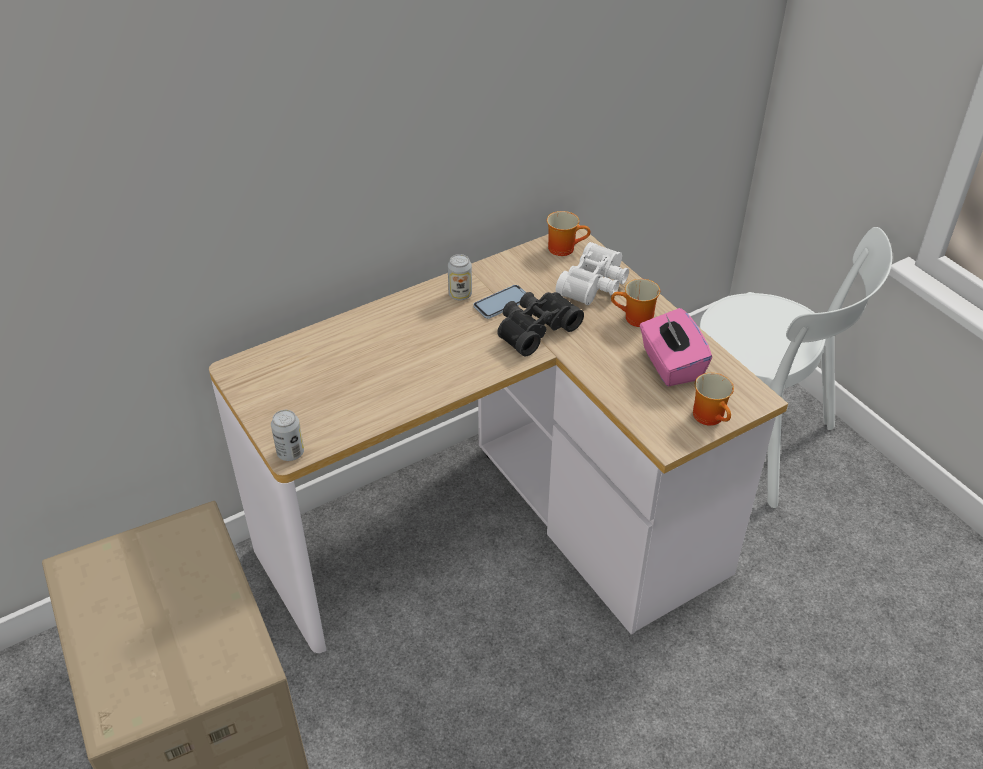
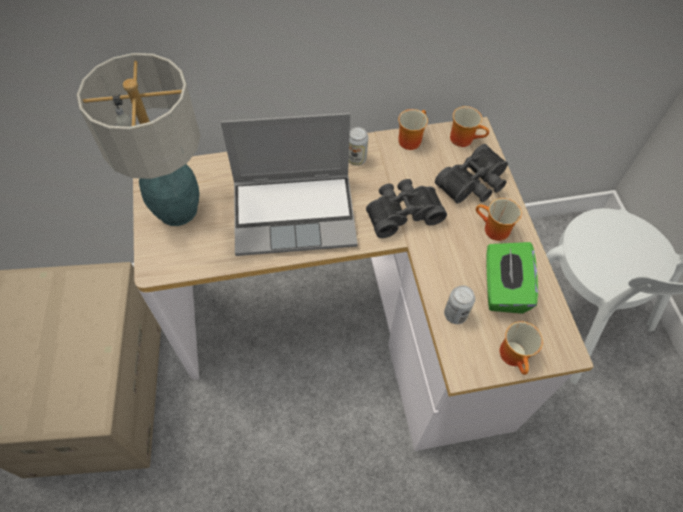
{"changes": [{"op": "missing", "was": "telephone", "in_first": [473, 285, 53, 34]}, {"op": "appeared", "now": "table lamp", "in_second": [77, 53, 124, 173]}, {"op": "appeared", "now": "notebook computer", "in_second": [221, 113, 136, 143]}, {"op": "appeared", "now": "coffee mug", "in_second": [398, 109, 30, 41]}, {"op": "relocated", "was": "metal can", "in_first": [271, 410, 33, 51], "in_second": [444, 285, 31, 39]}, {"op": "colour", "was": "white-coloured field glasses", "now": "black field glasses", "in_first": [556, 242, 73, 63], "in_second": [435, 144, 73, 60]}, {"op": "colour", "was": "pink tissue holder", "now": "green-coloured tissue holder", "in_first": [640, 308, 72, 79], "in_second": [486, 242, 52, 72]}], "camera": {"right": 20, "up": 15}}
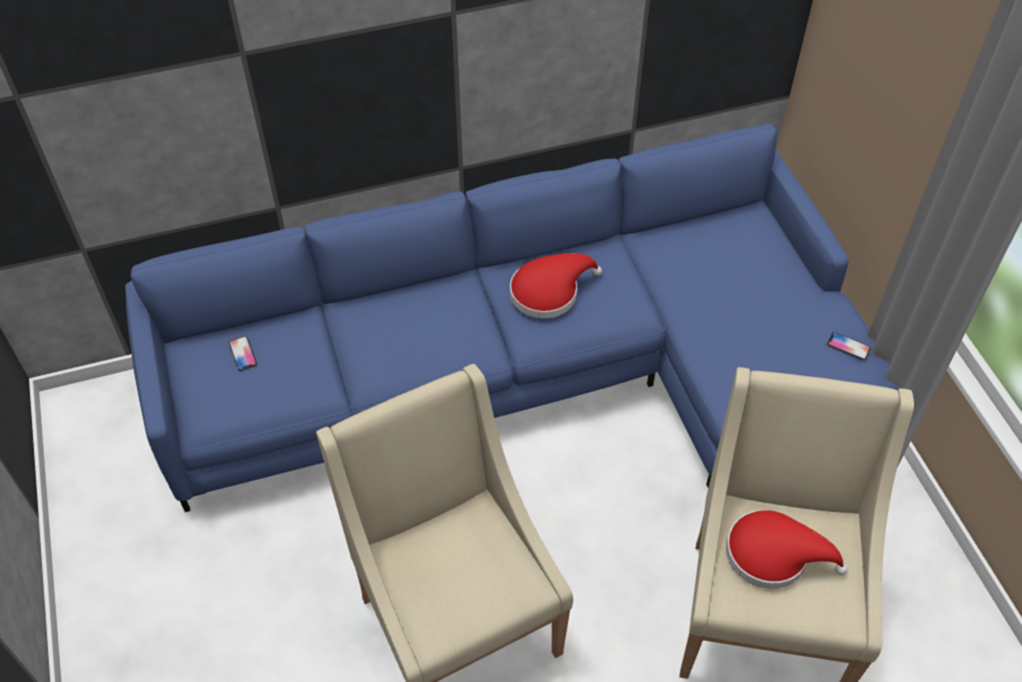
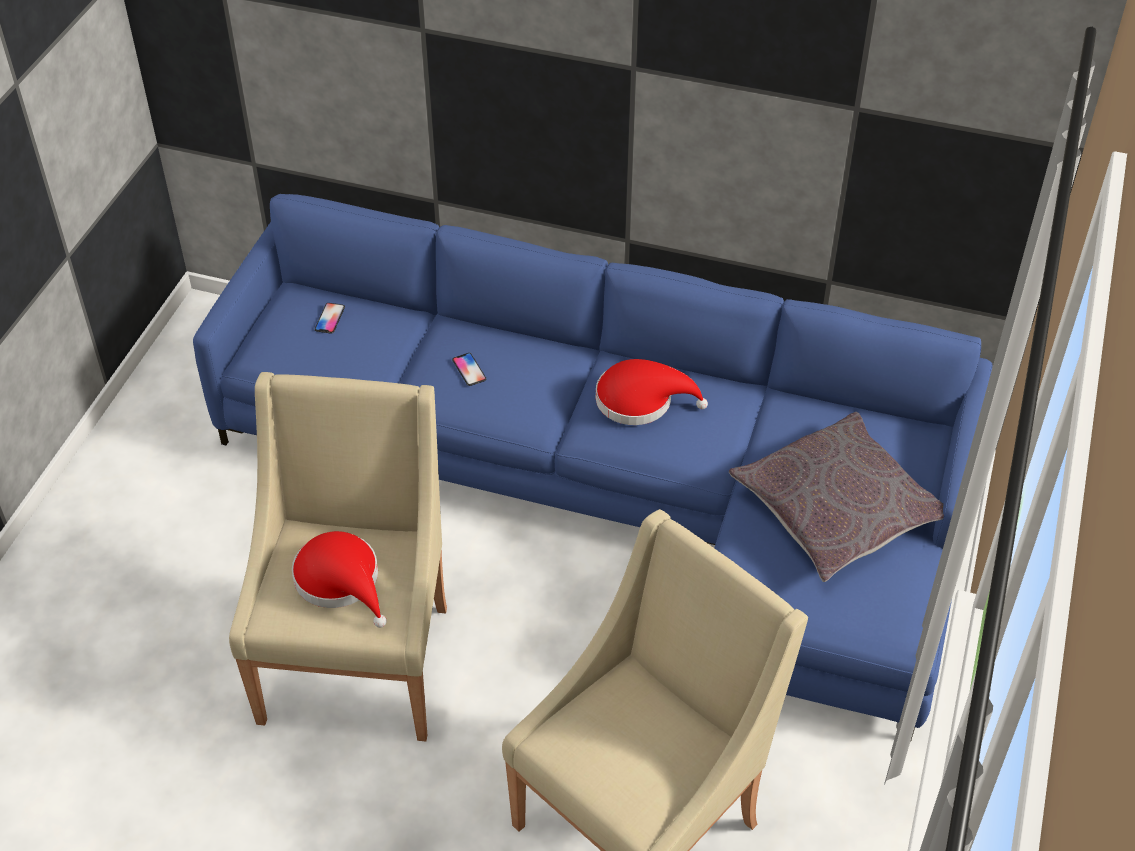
{"changes": [{"op": "appeared", "now": "greyish pillow", "in_second": [729, 412, 215, 170]}, {"op": "relocated", "was": "red clothing hat", "in_first": [726, 510, 122, 79], "in_second": [292, 531, 95, 97]}, {"op": "relocated", "was": "telephone", "in_first": [827, 332, 44, 28], "in_second": [452, 353, 34, 33]}], "camera": {"right": 35, "up": -5}}
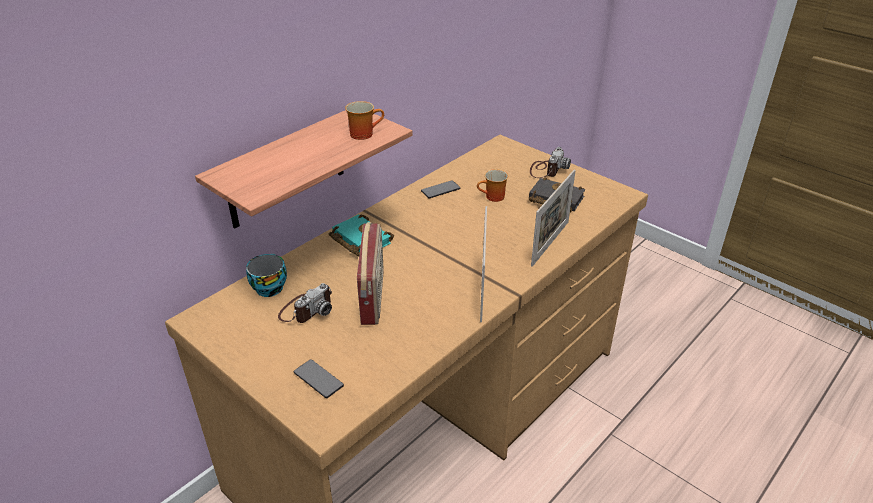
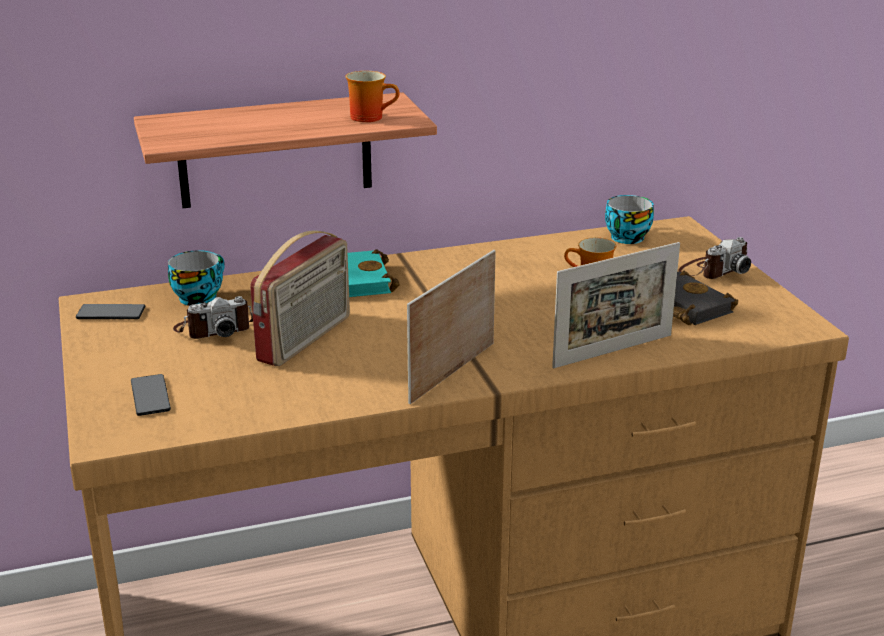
{"changes": [{"op": "appeared", "now": "cup", "in_second": [605, 195, 49, 49]}, {"op": "relocated", "was": "telephone", "in_first": [421, 180, 39, 18], "in_second": [76, 304, 69, 15]}], "camera": {"right": 30, "up": -10}}
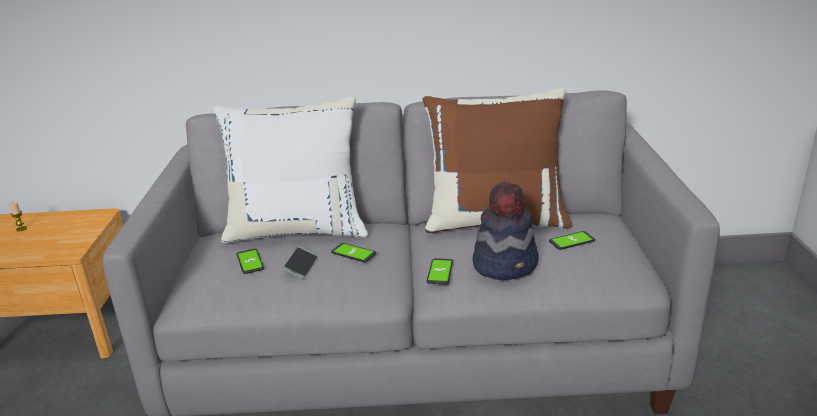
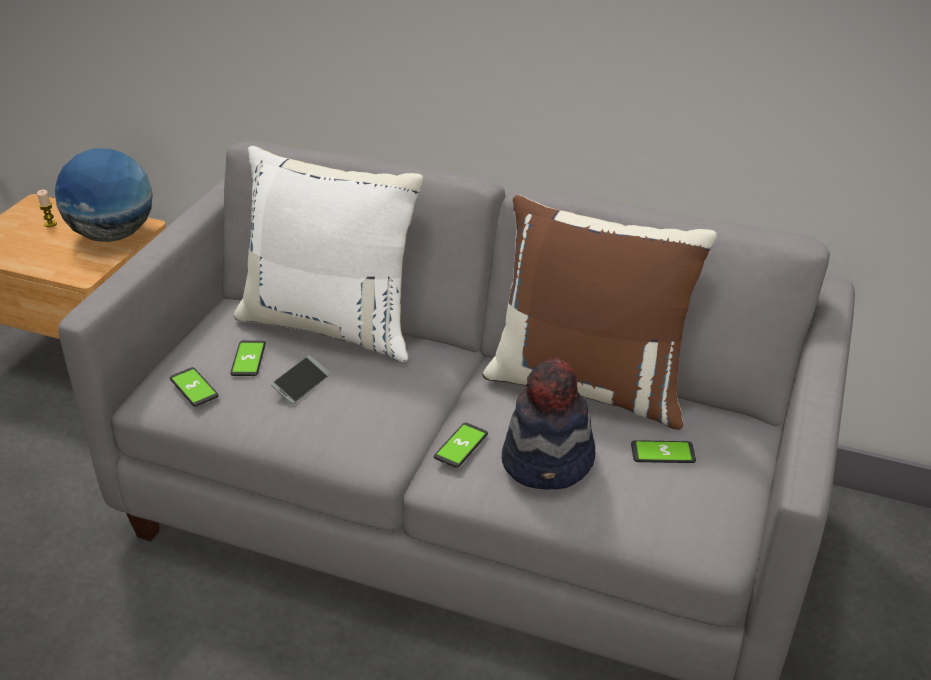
{"changes": [{"op": "appeared", "now": "world globe", "in_second": [55, 148, 97, 94]}, {"op": "relocated", "was": "telephone", "in_first": [331, 243, 45, 19], "in_second": [170, 367, 49, 40]}], "camera": {"right": 20, "up": 10}}
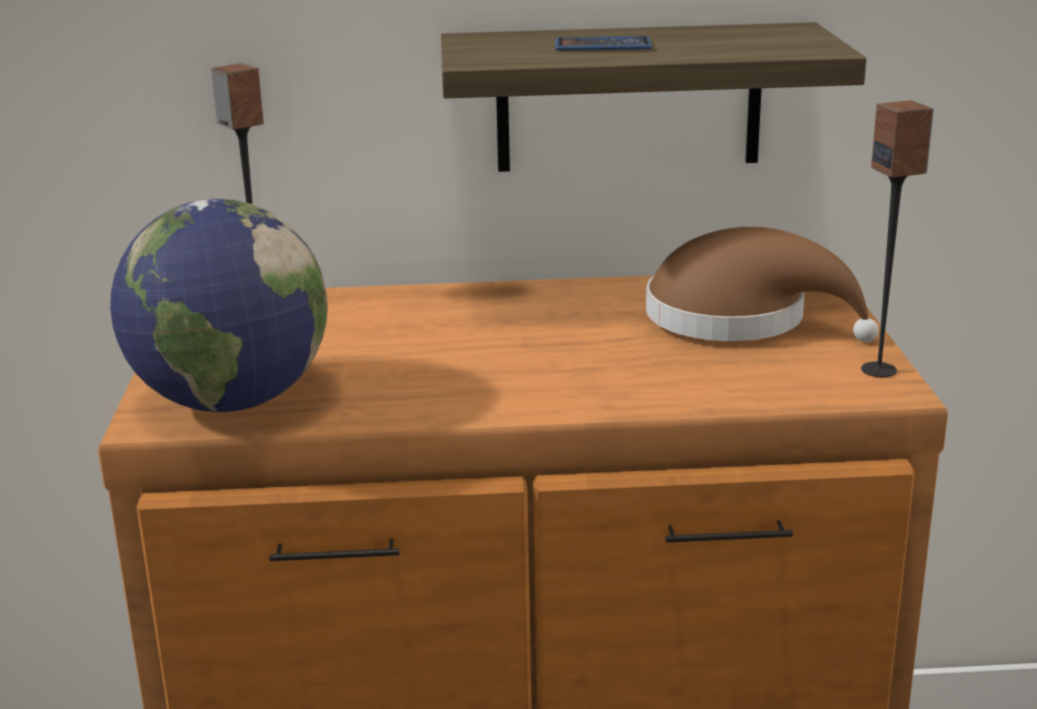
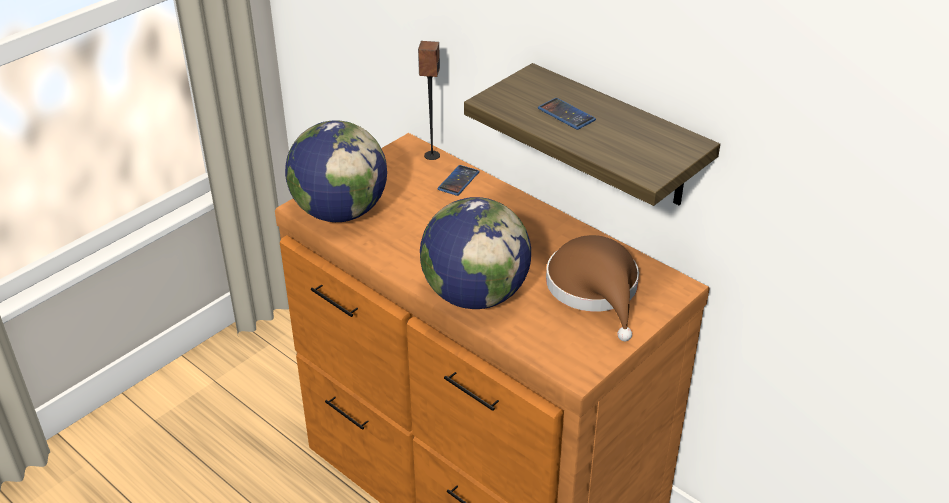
{"changes": [{"op": "missing", "was": "loudspeaker", "in_first": [861, 100, 73, 277]}, {"op": "appeared", "now": "world globe", "in_second": [420, 197, 111, 112]}, {"op": "appeared", "now": "telephone", "in_second": [437, 165, 43, 31]}], "camera": {"right": 45, "up": 15}}
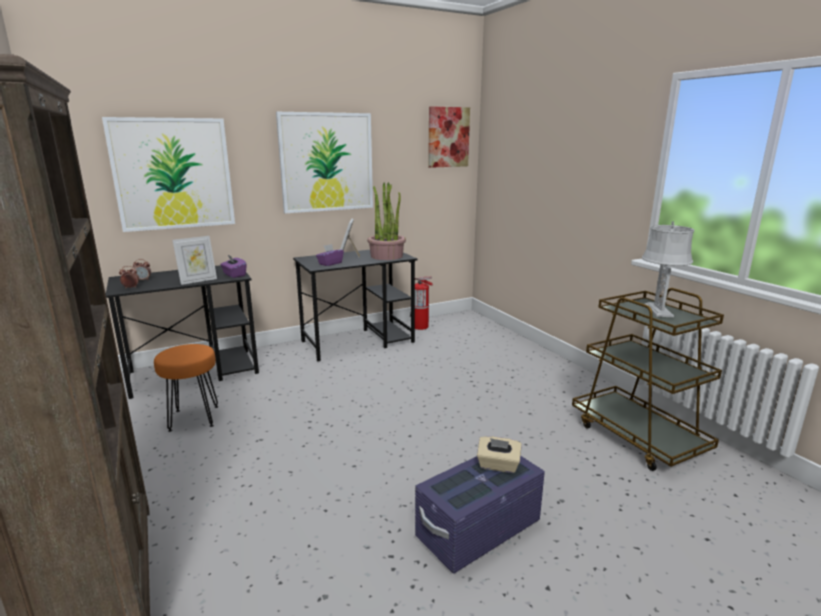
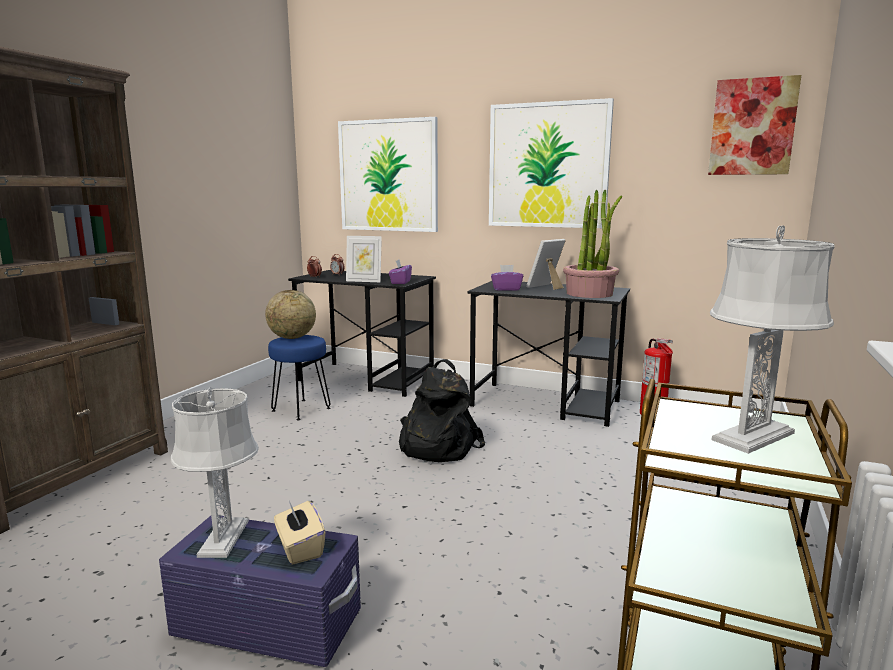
{"changes": [{"op": "appeared", "now": "greyish table lamp", "in_second": [171, 387, 88, 171]}, {"op": "appeared", "now": "world globe", "in_second": [265, 290, 51, 49]}, {"op": "appeared", "now": "black backpack", "in_second": [399, 359, 86, 103]}, {"op": "colour", "was": "orange-coloured sitting stool", "now": "bluish sitting stool", "in_first": [154, 344, 64, 88], "in_second": [268, 335, 62, 86]}], "camera": {"right": 50, "up": -5}}
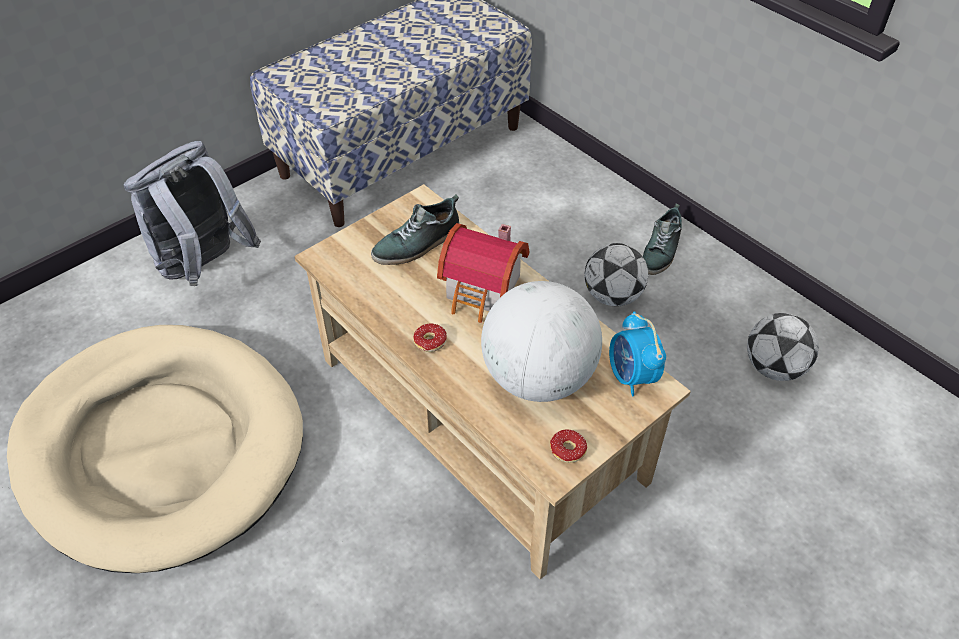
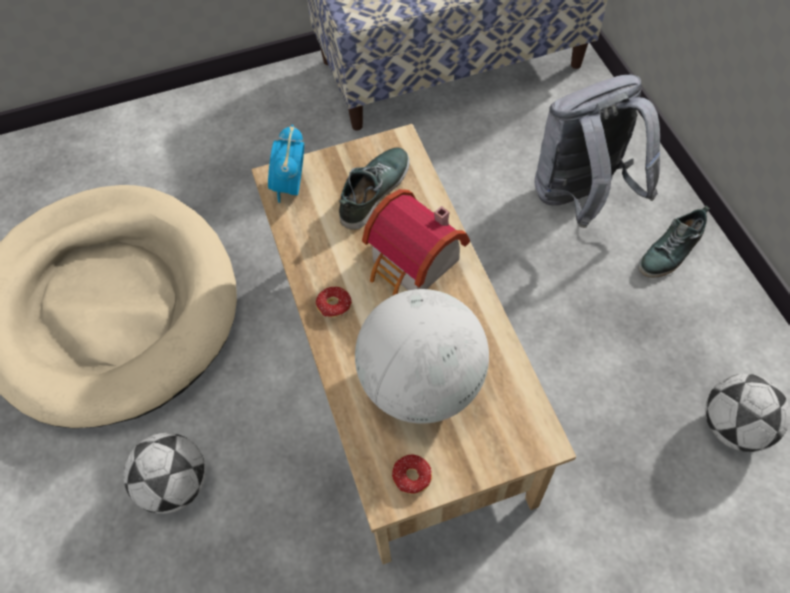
{"changes": [{"op": "relocated", "was": "greyish backpack", "in_first": [124, 141, 137, 145], "in_second": [534, 75, 126, 153]}, {"op": "relocated", "was": "football ball", "in_first": [584, 243, 64, 63], "in_second": [123, 433, 83, 81]}, {"op": "relocated", "was": "bedside clock", "in_first": [609, 311, 57, 85], "in_second": [268, 124, 36, 79]}, {"op": "spun", "was": "item of footwear", "in_first": [371, 194, 88, 71], "in_second": [339, 147, 71, 83], "clockwise": 135}], "camera": {"right": 25, "up": 10}}
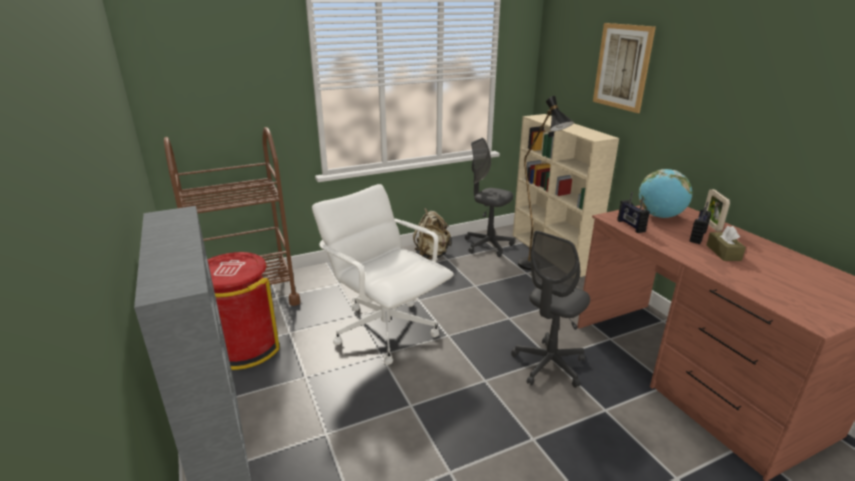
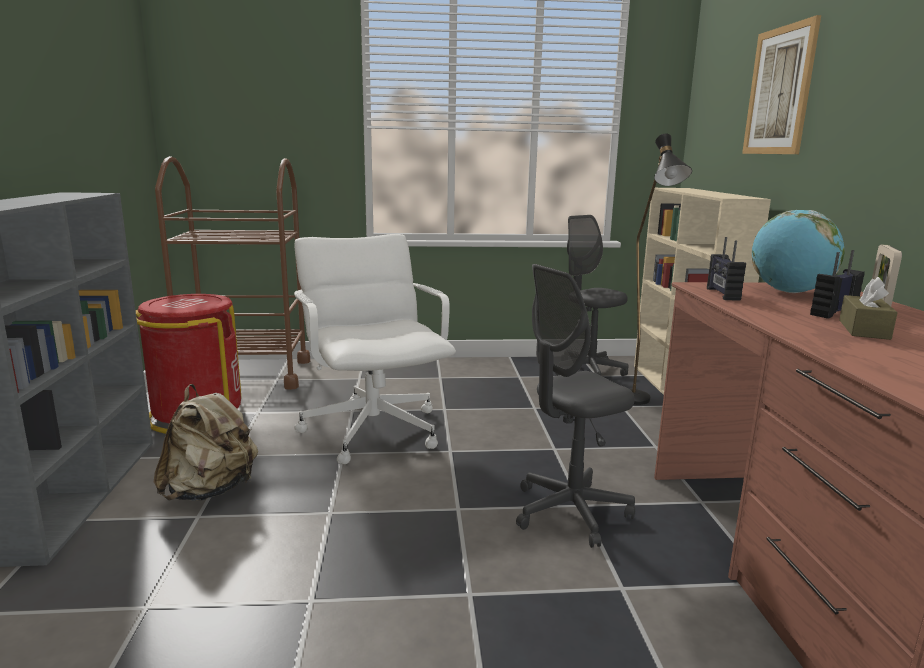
{"changes": [{"op": "relocated", "was": "beige backpack", "in_first": [413, 208, 38, 52], "in_second": [154, 384, 104, 117]}], "camera": {"right": 20, "up": -10}}
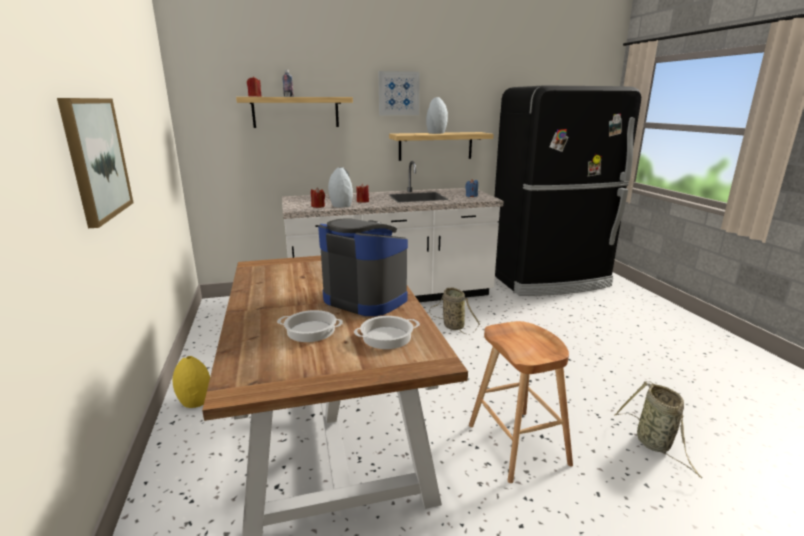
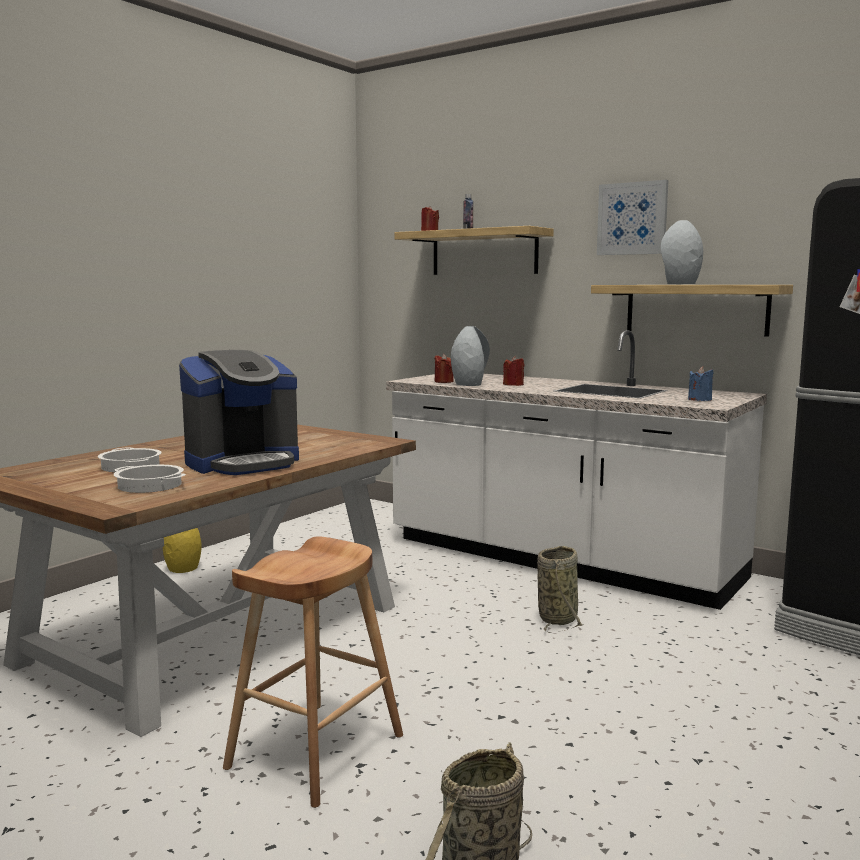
{"changes": [{"op": "missing", "was": "picture", "in_first": [57, 98, 77, 130]}, {"op": "spun", "was": "coffee brewer", "in_first": [318, 219, 90, 97], "in_second": [179, 350, 120, 125], "clockwise": 60}], "camera": {"right": 50, "up": -10}}
